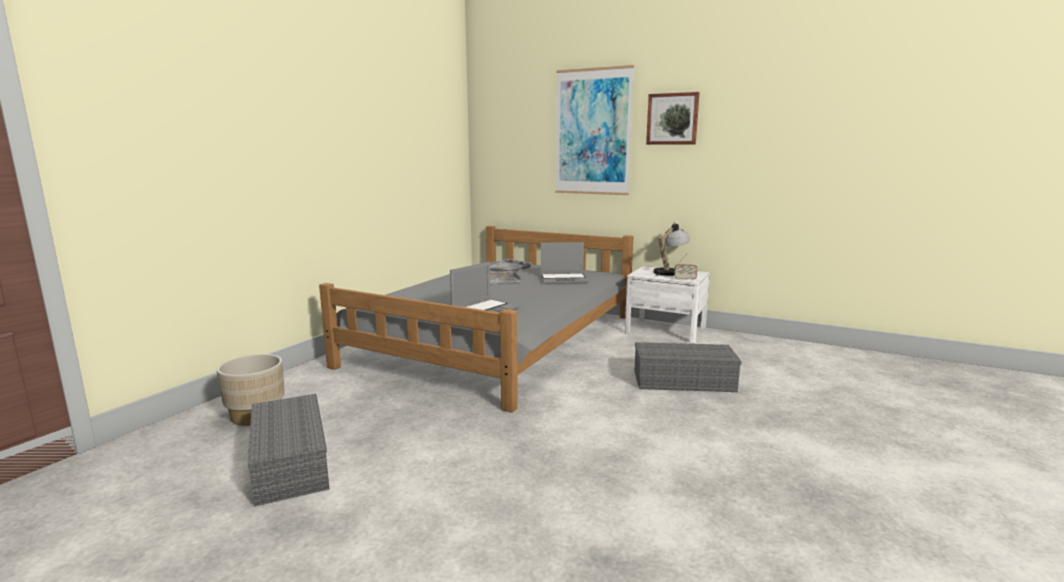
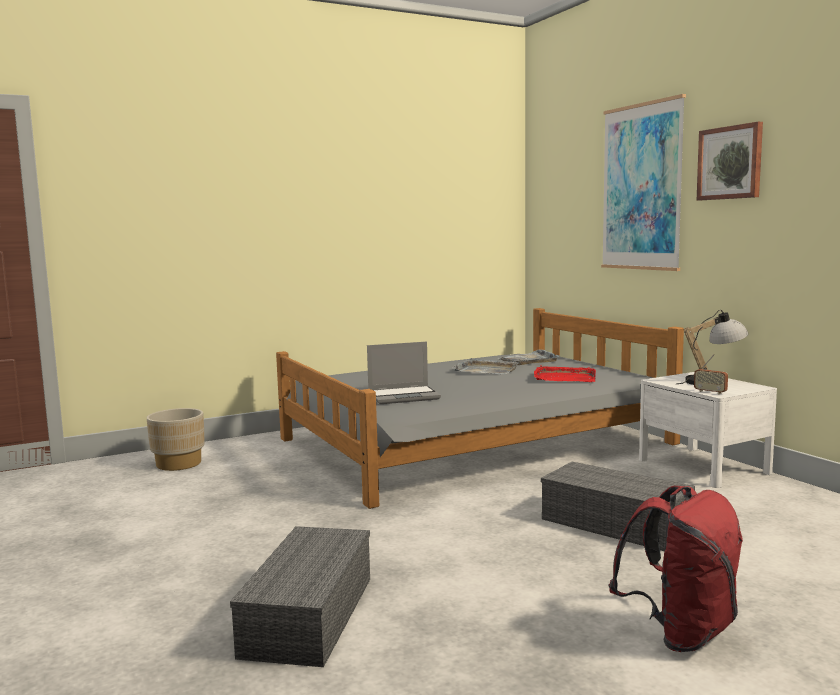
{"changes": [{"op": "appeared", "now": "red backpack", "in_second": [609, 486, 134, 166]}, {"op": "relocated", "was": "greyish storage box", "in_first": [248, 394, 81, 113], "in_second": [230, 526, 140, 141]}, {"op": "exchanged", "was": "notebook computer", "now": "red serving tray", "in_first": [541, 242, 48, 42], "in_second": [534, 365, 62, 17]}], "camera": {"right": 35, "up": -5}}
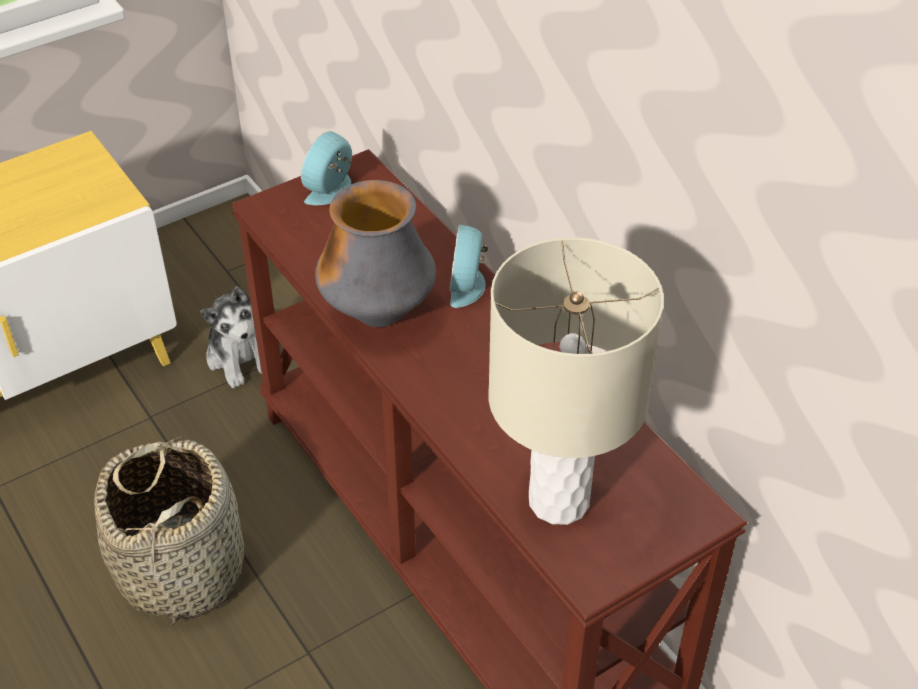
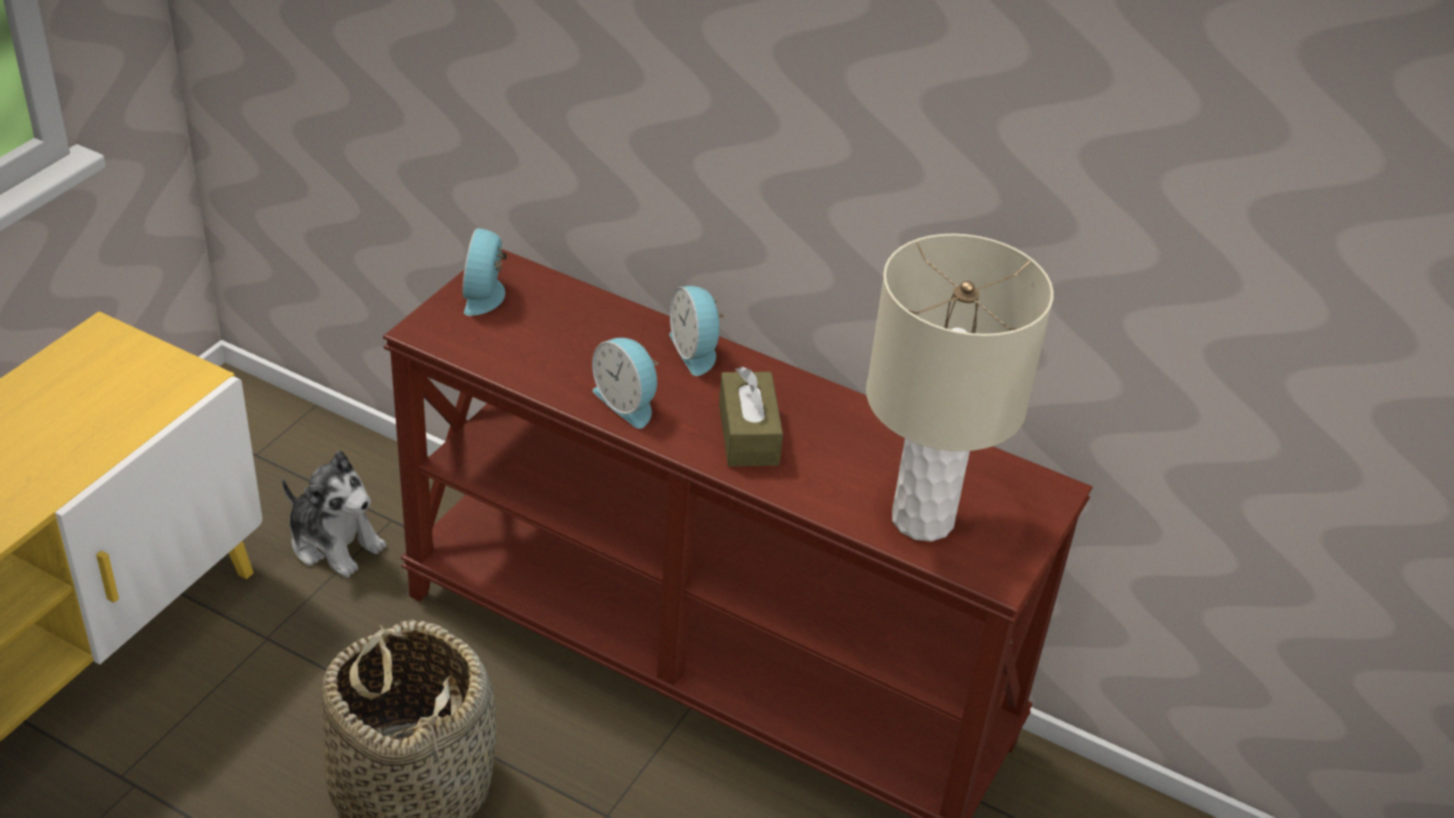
{"changes": [{"op": "appeared", "now": "brown tissue holder", "in_second": [719, 367, 64, 99]}, {"op": "exchanged", "was": "decorative vase", "now": "bedside clock", "in_first": [315, 180, 121, 147], "in_second": [592, 338, 67, 91]}], "camera": {"right": -30, "up": -5}}
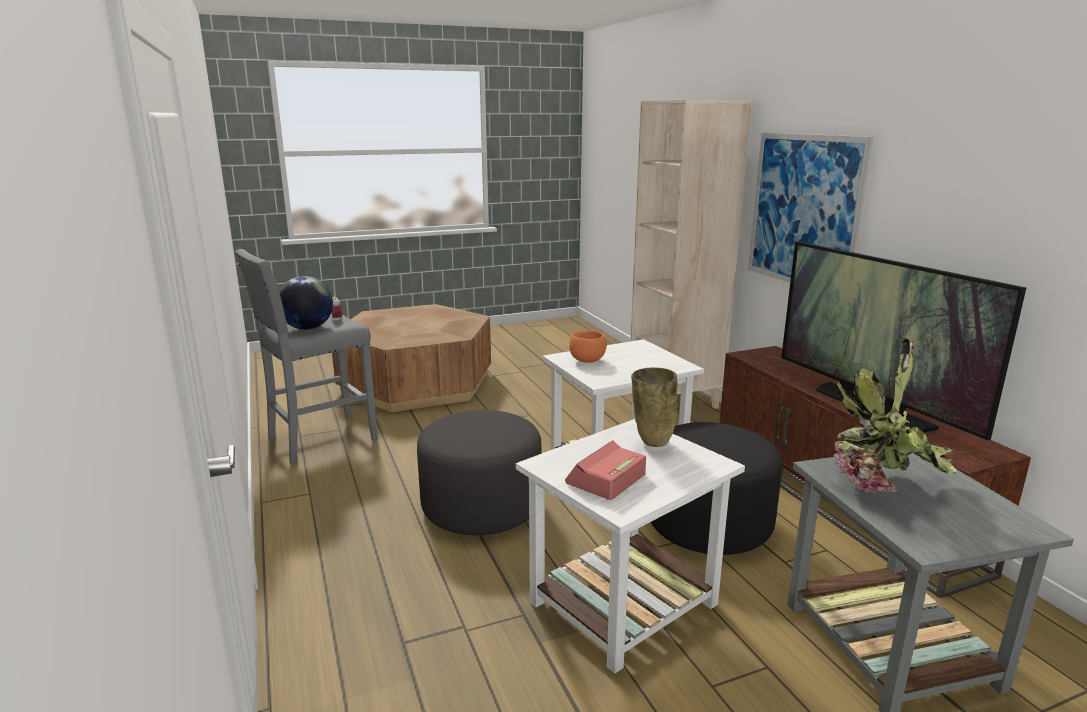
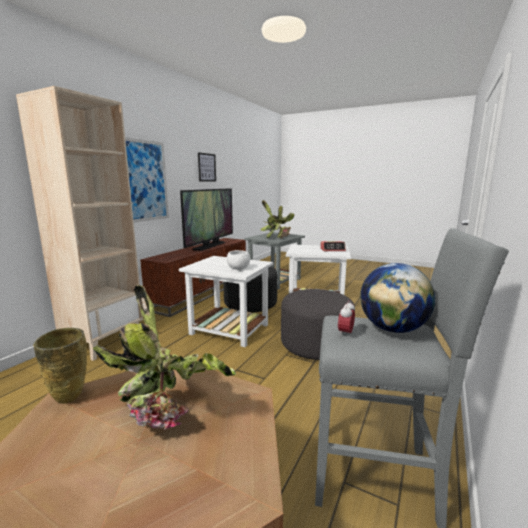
{"changes": [{"op": "appeared", "now": "plant in a pot", "in_second": [93, 285, 143, 145]}, {"op": "appeared", "now": "picture", "in_second": [198, 152, 18, 29]}, {"op": "relocated", "was": "beige decorative vase", "in_first": [631, 367, 46, 80], "in_second": [33, 328, 54, 76]}, {"op": "colour", "was": "orange-coloured deep dish", "now": "white-coloured deep dish", "in_first": [569, 330, 38, 33], "in_second": [227, 250, 23, 20]}], "camera": {"right": -130, "up": -5}}
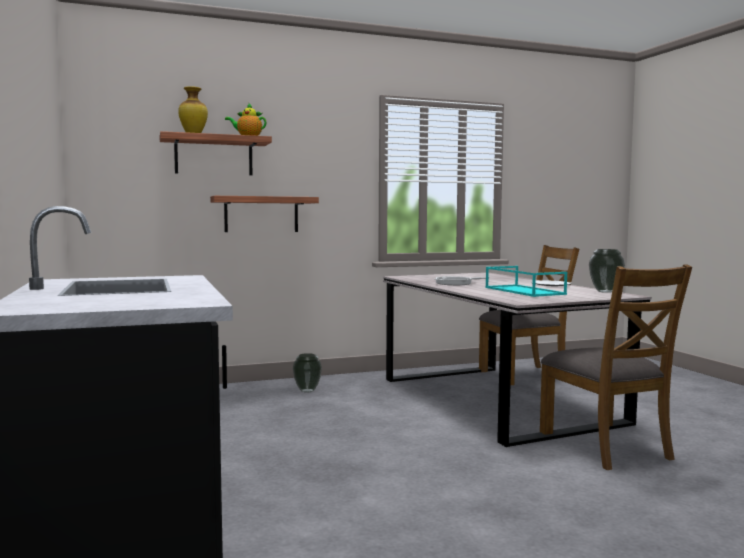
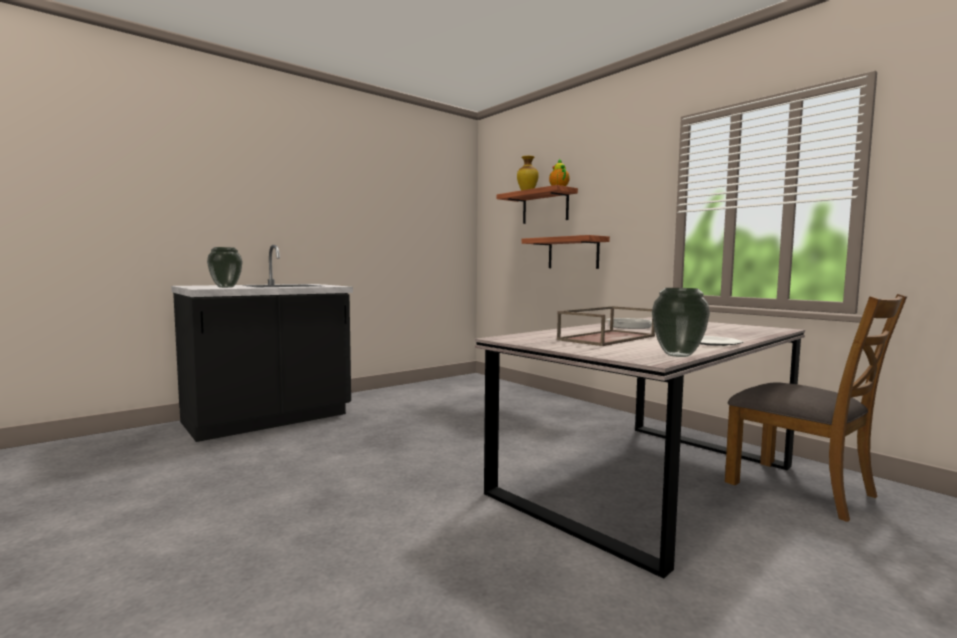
{"changes": [{"op": "missing", "was": "brown upright chair", "in_first": [540, 264, 152, 206]}, {"op": "relocated", "was": "decorative vase", "in_first": [293, 353, 29, 40], "in_second": [207, 247, 36, 41]}, {"op": "colour", "was": "turquoise serving tray", "now": "brown serving tray", "in_first": [485, 266, 82, 31], "in_second": [557, 306, 98, 40]}], "camera": {"right": 70, "up": 0}}
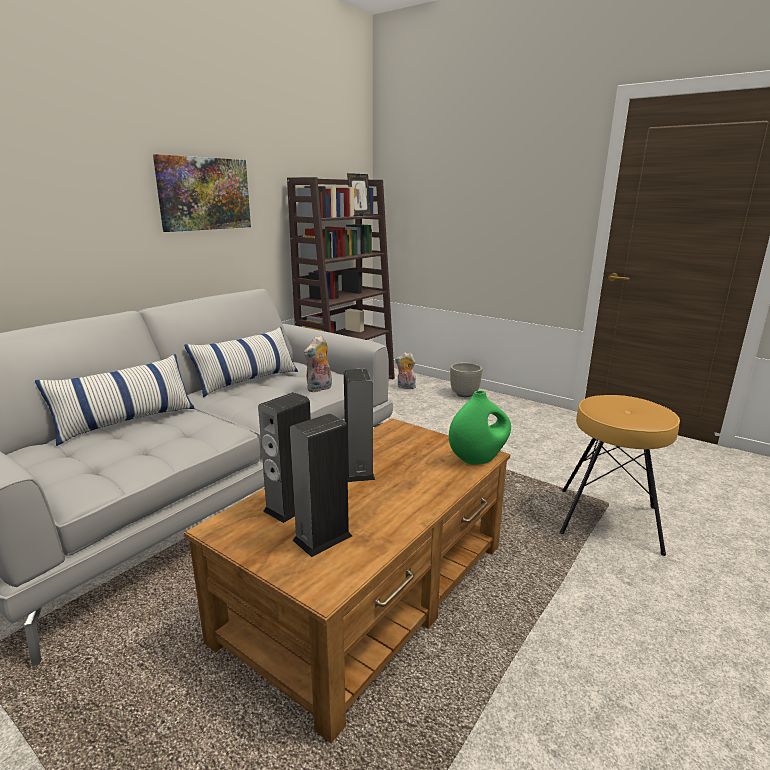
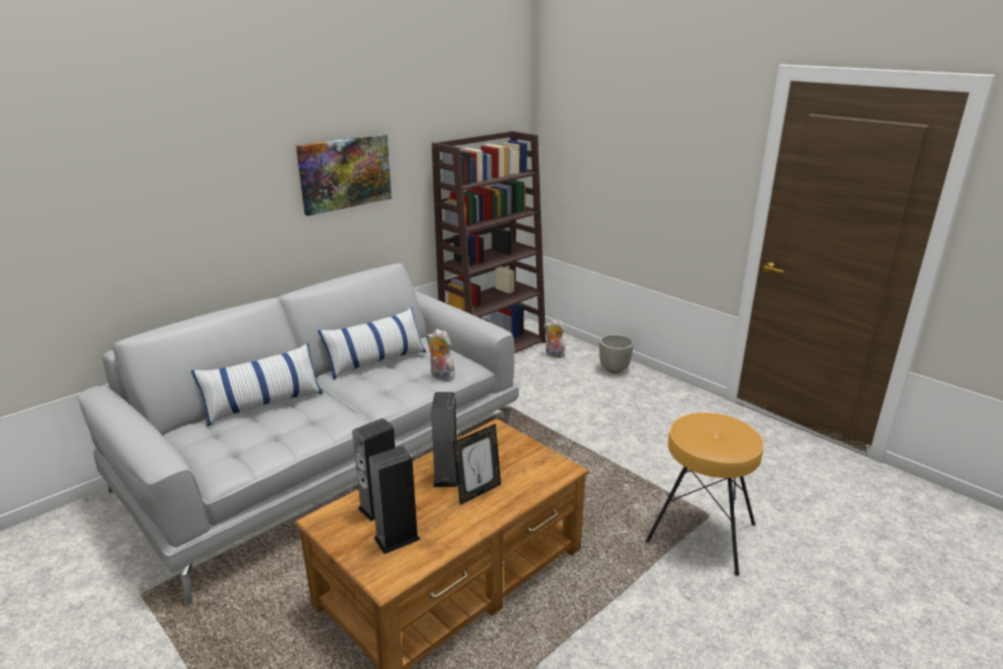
{"changes": [{"op": "missing", "was": "green-coloured decorative vase", "in_first": [449, 391, 62, 74]}, {"op": "relocated", "was": "picture frame", "in_first": [347, 173, 25, 43], "in_second": [453, 424, 48, 81]}, {"op": "spun", "was": "cuddly toy", "in_first": [304, 335, 28, 57], "in_second": [427, 329, 28, 52], "clockwise": 75}], "camera": {"right": 10, "up": 5}}
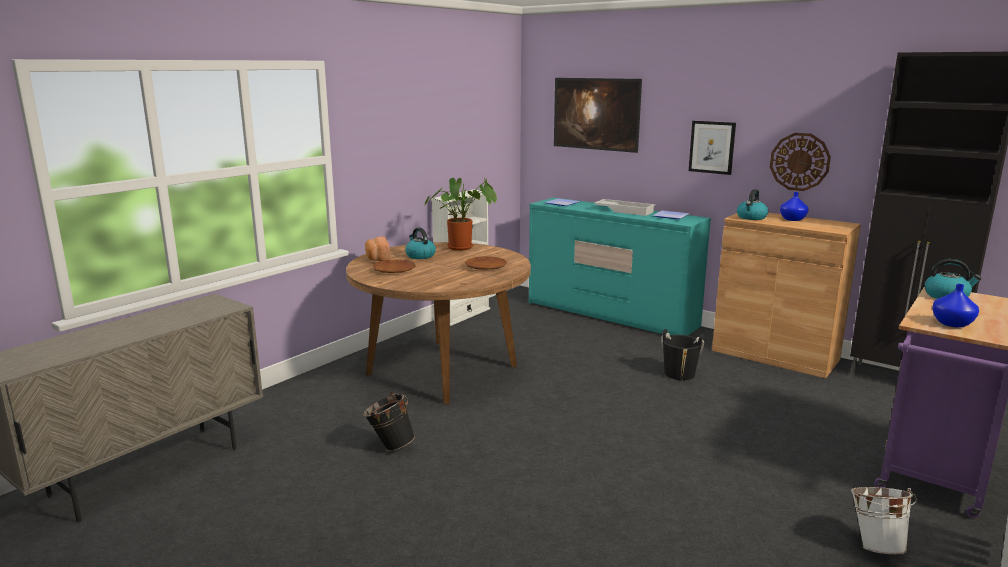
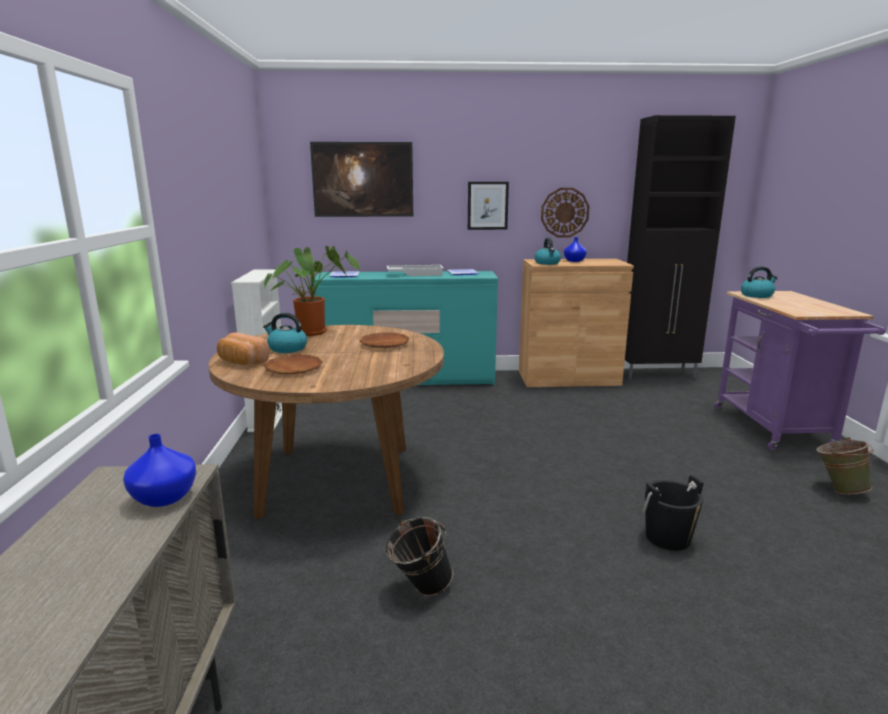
{"changes": [{"op": "relocated", "was": "black bucket", "in_first": [661, 329, 43, 51], "in_second": [642, 475, 62, 76]}, {"op": "relocated", "was": "bluish decorative vase", "in_first": [932, 284, 47, 43], "in_second": [123, 434, 73, 73]}, {"op": "colour", "was": "white-coloured bucket", "now": "green-coloured bucket", "in_first": [850, 487, 67, 68], "in_second": [816, 437, 58, 57]}], "camera": {"right": -40, "up": 0}}
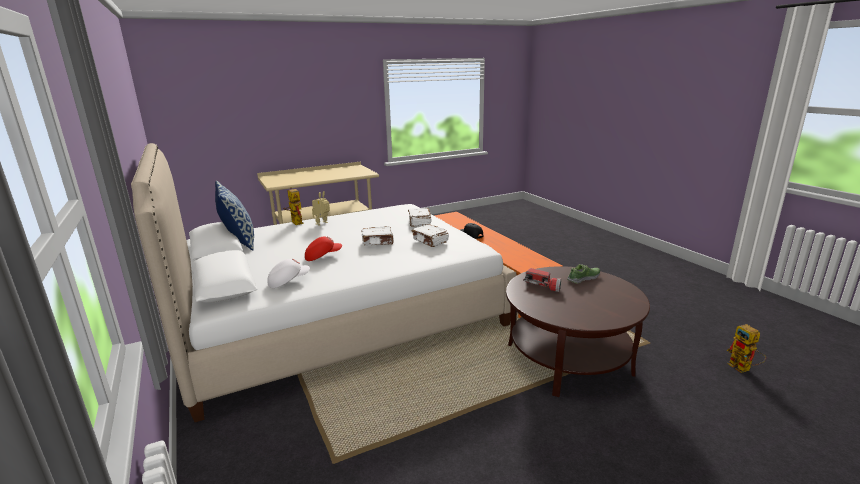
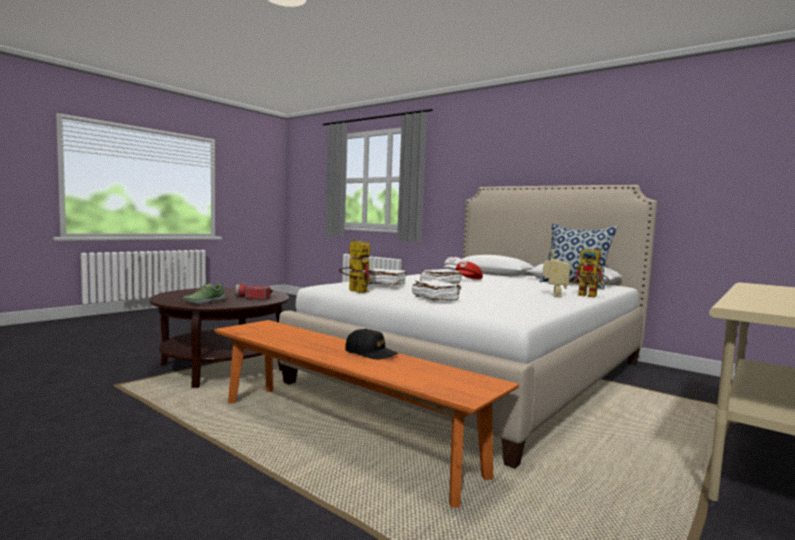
{"changes": [{"op": "relocated", "was": "model robot", "in_first": [727, 324, 39, 49], "in_second": [339, 238, 32, 55]}], "camera": {"right": 155, "up": -15}}
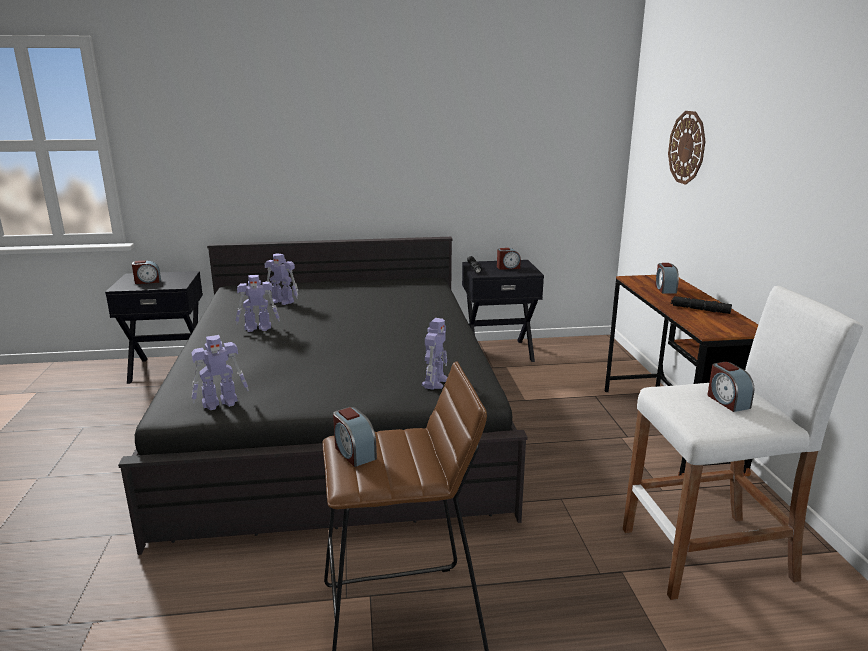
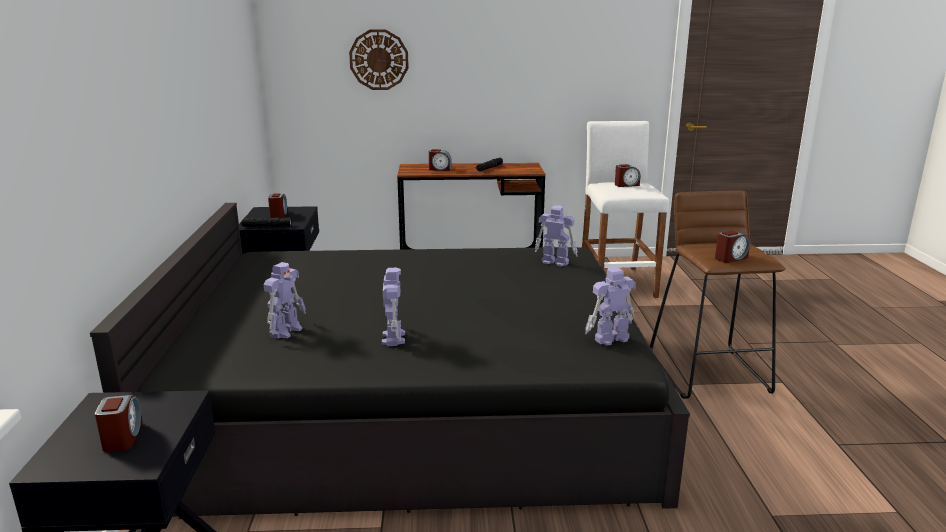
{"changes": [{"op": "spun", "was": "model robot", "in_first": [191, 335, 58, 75], "in_second": [585, 267, 51, 78], "clockwise": -90}], "camera": {"right": -85, "up": 0}}
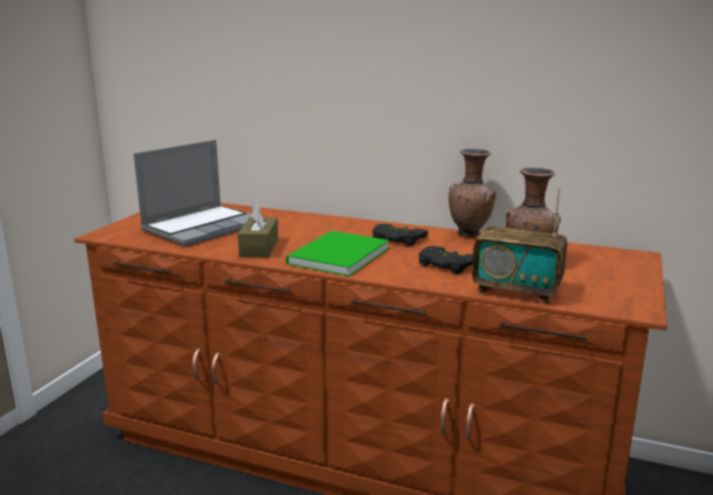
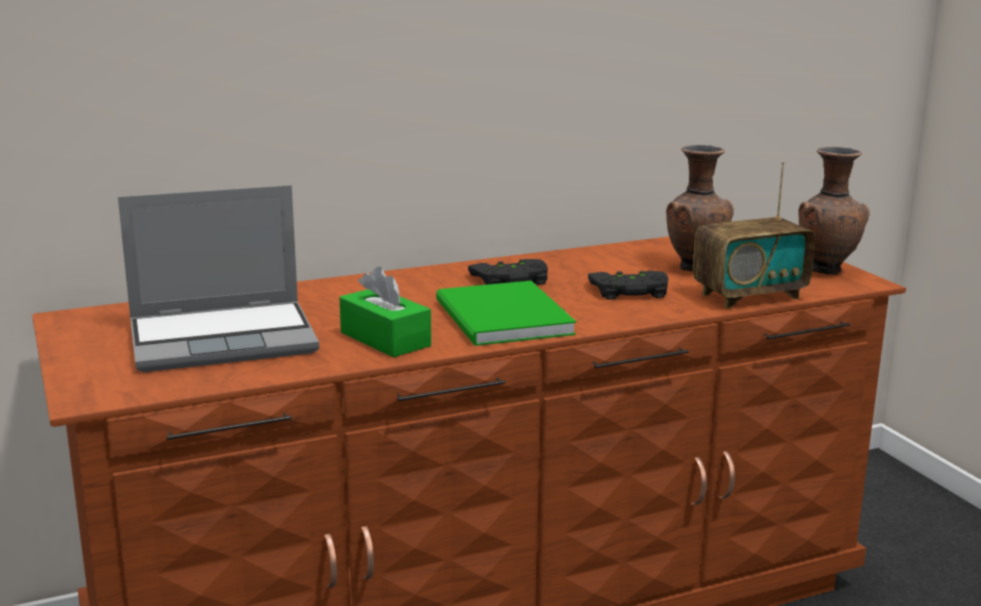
{"changes": [{"op": "relocated", "was": "brown decorative vase", "in_first": [449, 149, 47, 89], "in_second": [798, 147, 72, 128]}, {"op": "colour", "was": "brown tissue holder", "now": "green-coloured tissue holder", "in_first": [238, 202, 40, 56], "in_second": [339, 267, 92, 90]}, {"op": "spun", "was": "notebook computer", "in_first": [133, 140, 118, 107], "in_second": [118, 185, 201, 187], "clockwise": 75}], "camera": {"right": -45, "up": 0}}
